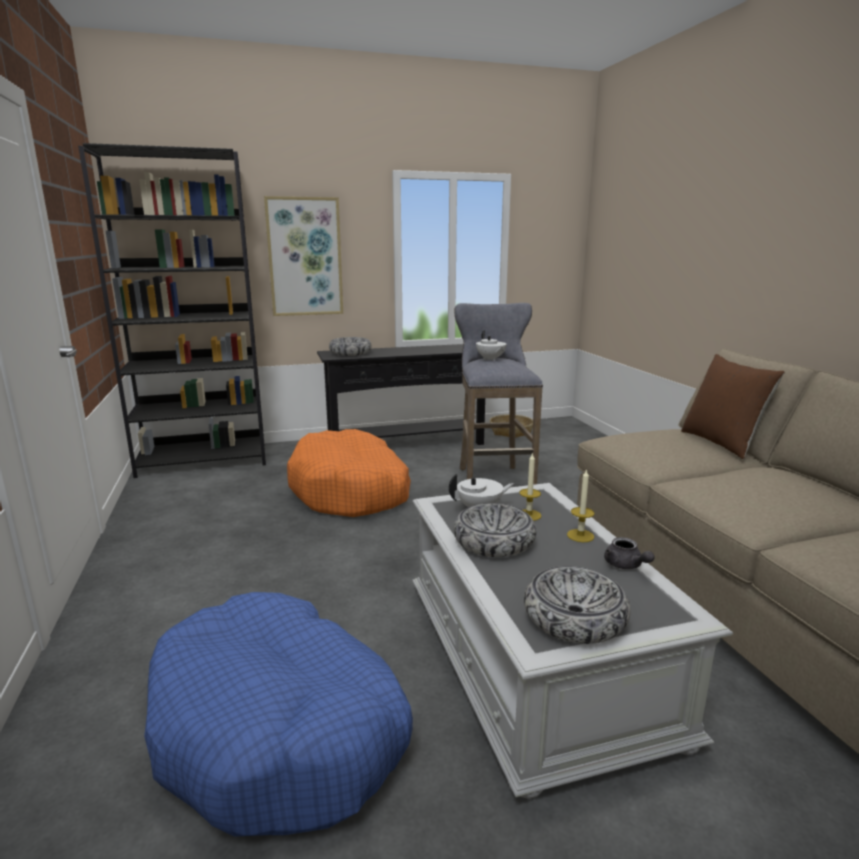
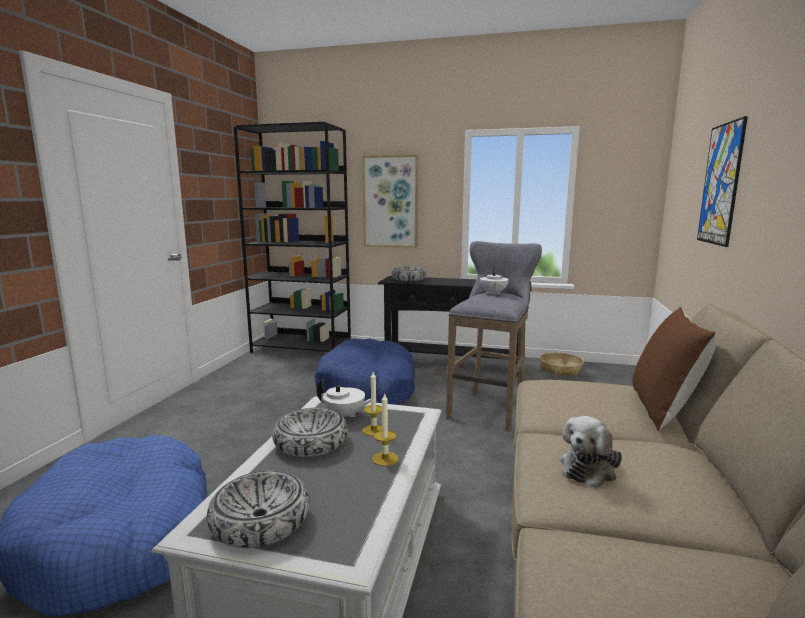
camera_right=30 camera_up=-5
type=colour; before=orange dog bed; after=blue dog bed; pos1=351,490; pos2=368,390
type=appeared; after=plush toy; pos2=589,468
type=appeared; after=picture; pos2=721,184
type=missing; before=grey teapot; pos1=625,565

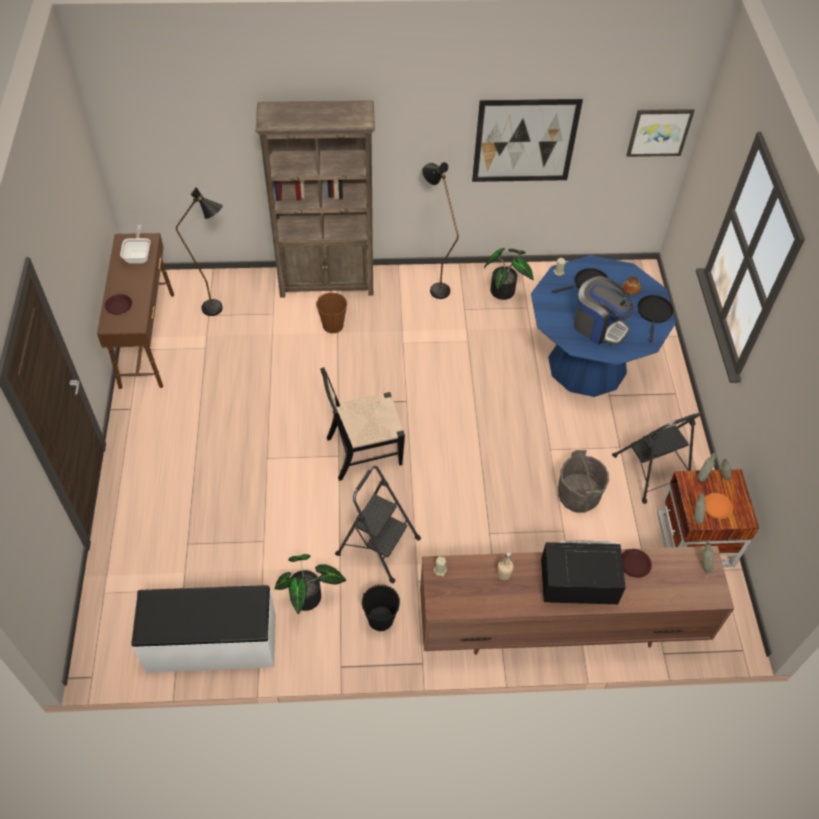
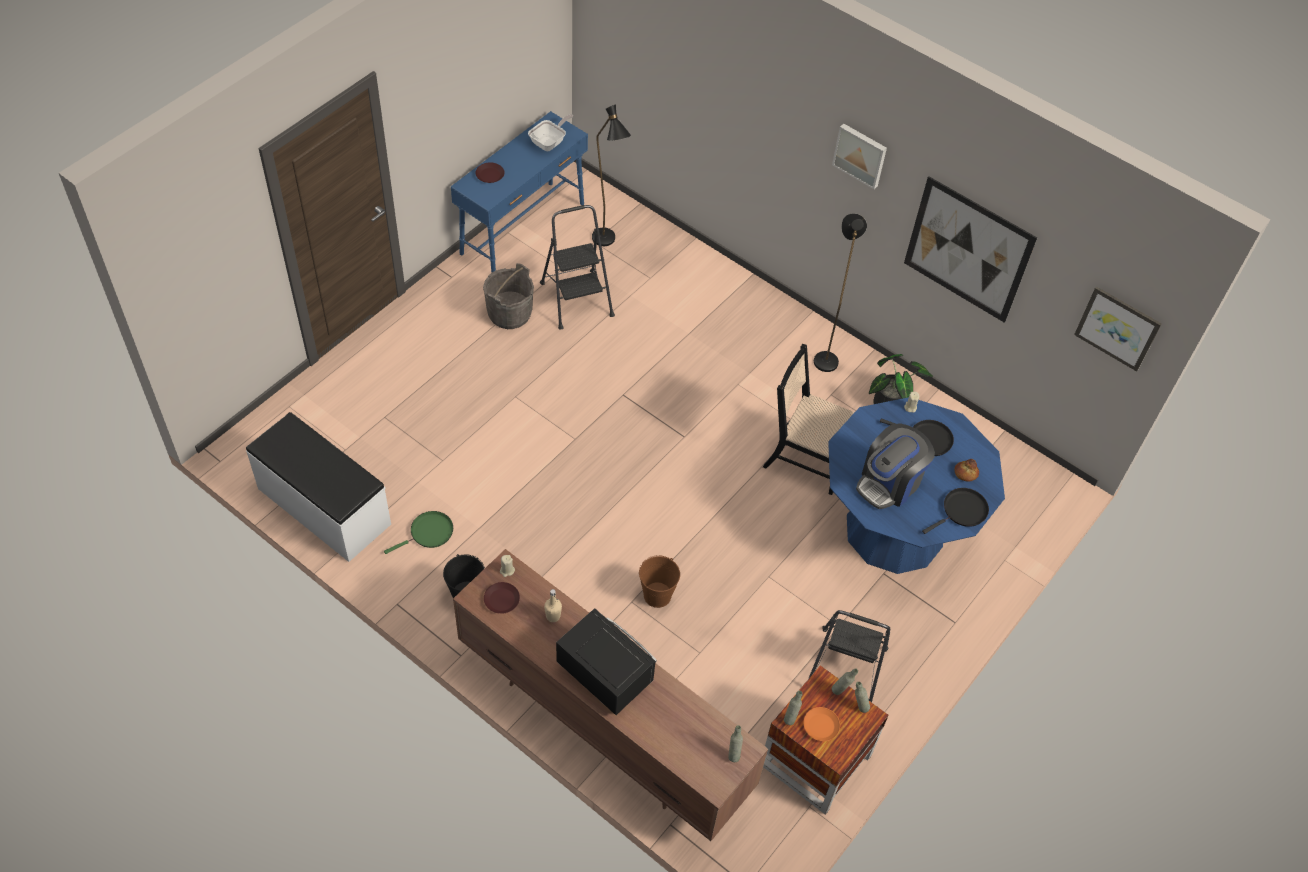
camera_right=40 camera_up=0
type=exchanged; before=potted plant; after=green frying pan; pos1=309,598; pos2=429,533
type=colour; before=brown console table; after=blue console table; pos1=148,340; pos2=523,229
type=relocated; before=grey bucket; pos1=578,495; pos2=509,313
type=relocated; before=brown plate; pos1=634,565; pos2=501,600
type=relocated; before=black step ladder; pos1=376,544; pos2=576,296
type=relocated; before=brown bucket; pos1=333,325; pos2=657,595
type=relocated; before=chair; pos1=364,451; pos2=808,459
type=appeared; after=picture; pos2=860,154
type=spun; before=coffee machine; pos1=598,326; pos2=889,483; turn=60
type=missing; before=brown bookcase; pos1=327,283

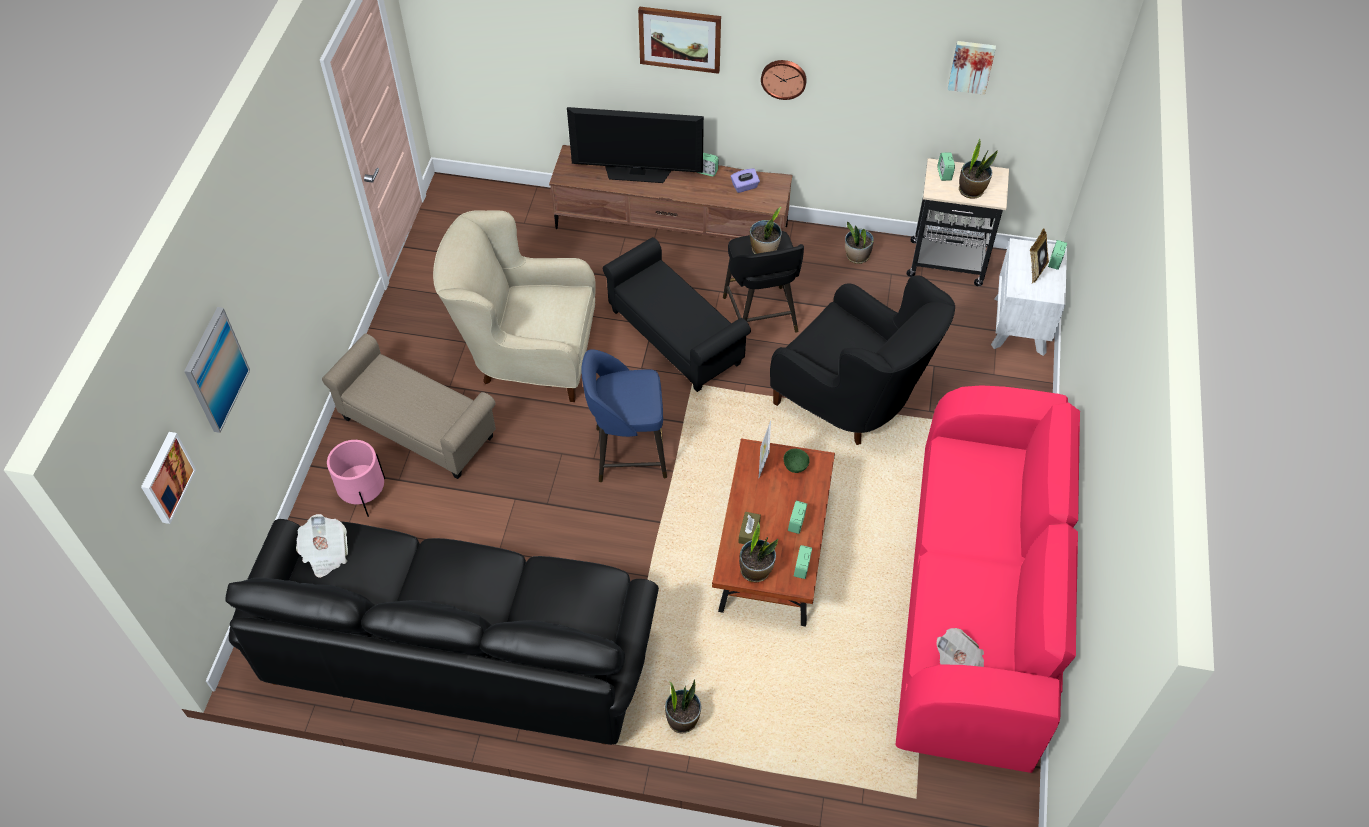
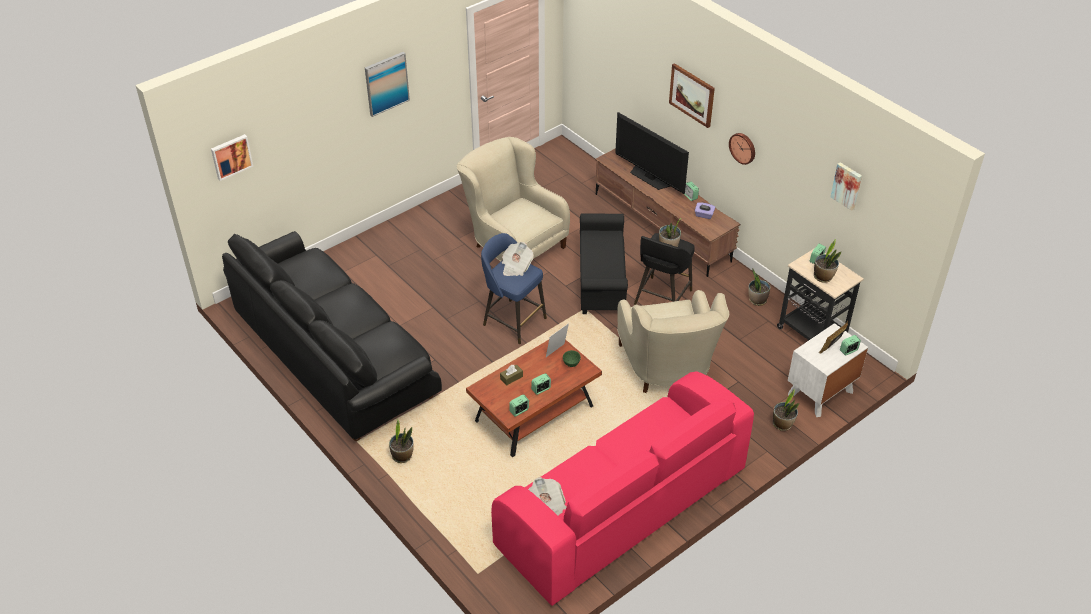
camera_right=40 camera_up=-10
type=relocated; before=picture; pos1=215,370; pos2=386,83
type=relocated; before=newspaper; pos1=325,553; pos2=516,266
type=colour; before=black armchair; after=beige armchair; pos1=853,400; pos2=667,370
type=relocated; before=potted plant; pos1=756,570; pos2=782,424
type=missing; before=beige ottoman; pos1=418,427
type=missing; before=pink planter; pos1=364,494

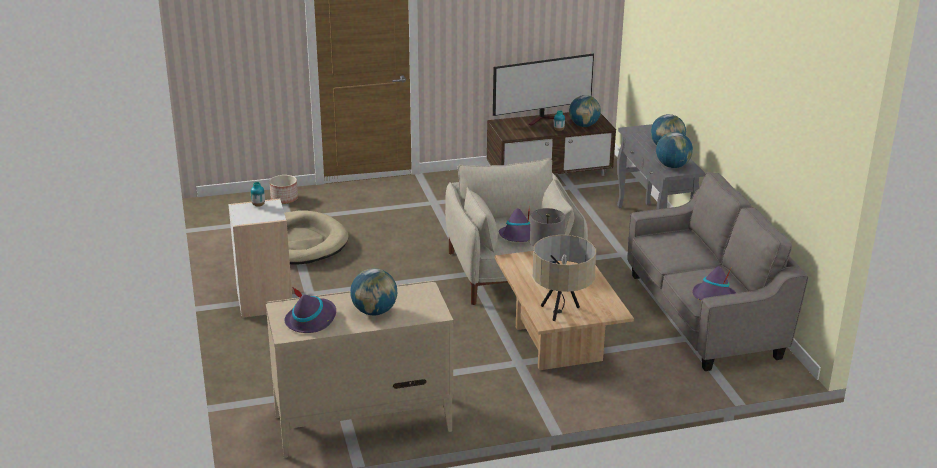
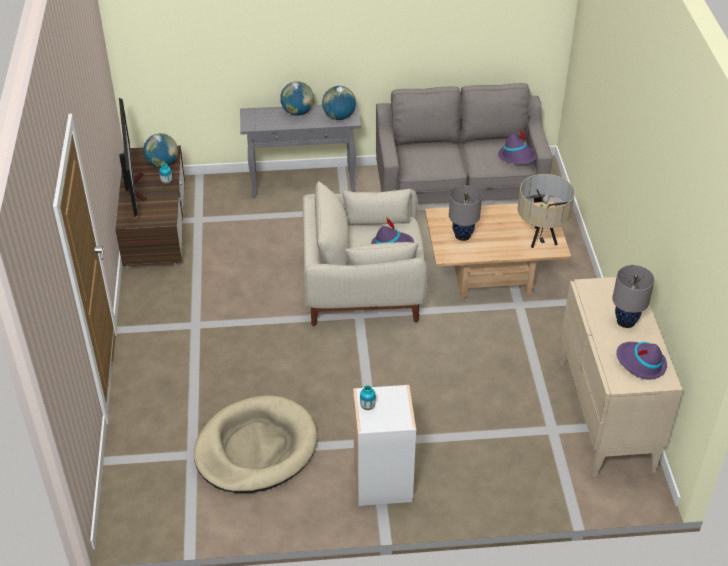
camera_right=-80 camera_up=15
type=exchanged; before=globe; after=grey table lamp; pos1=374,311; pos2=626,321
type=missing; before=planter; pos1=284,199

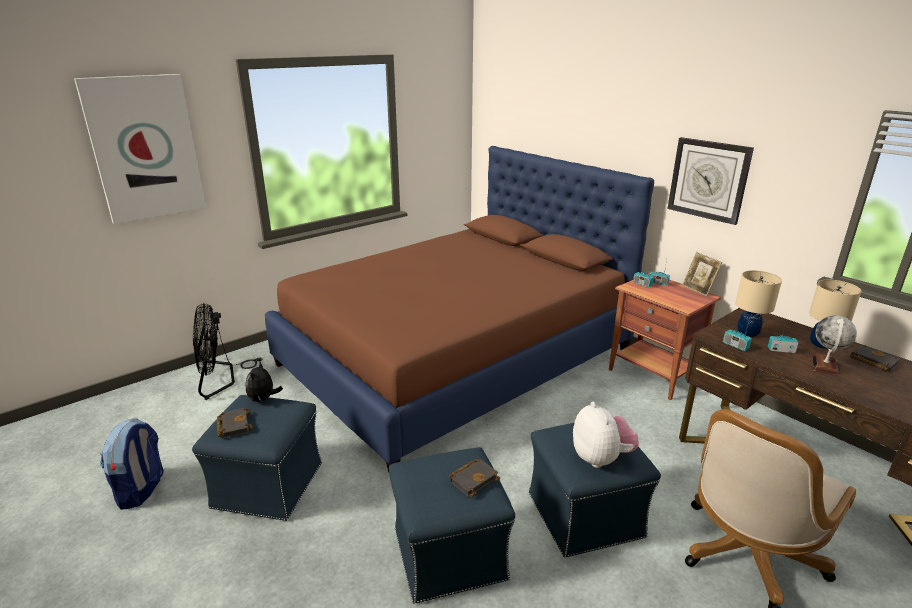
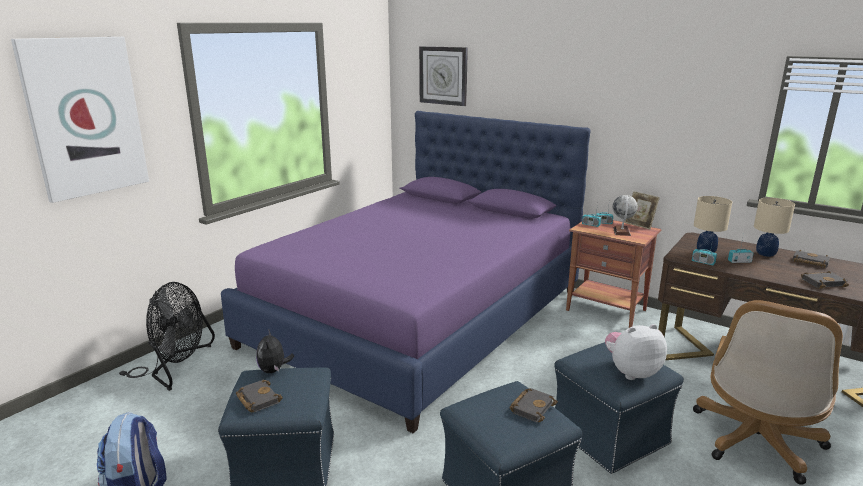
camera_right=-15 camera_up=-5
type=spun; before=black fan; pos1=221,375; pos2=173,367; turn=-135
type=colour; before=brown bed; after=purple bed; pos1=456,356; pos2=419,317
type=relocated; before=wall clock; pos1=708,180; pos2=443,75
type=spun; before=plush toy; pos1=601,458; pos2=631,372; turn=-75
type=relocated; before=globe; pos1=825,365; pos2=622,231
type=appeared; after=black book; pos2=823,282

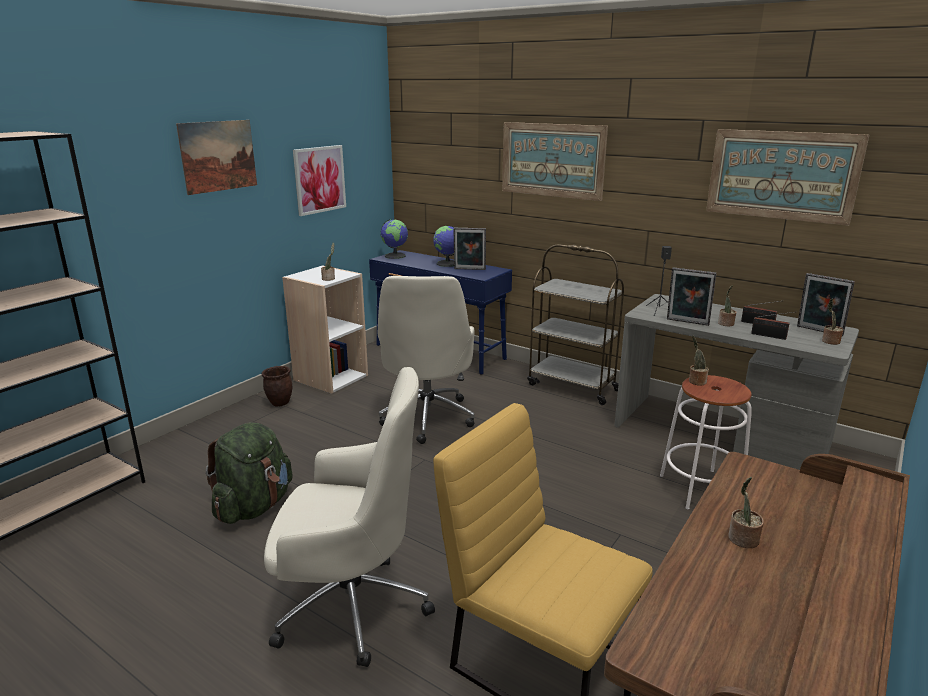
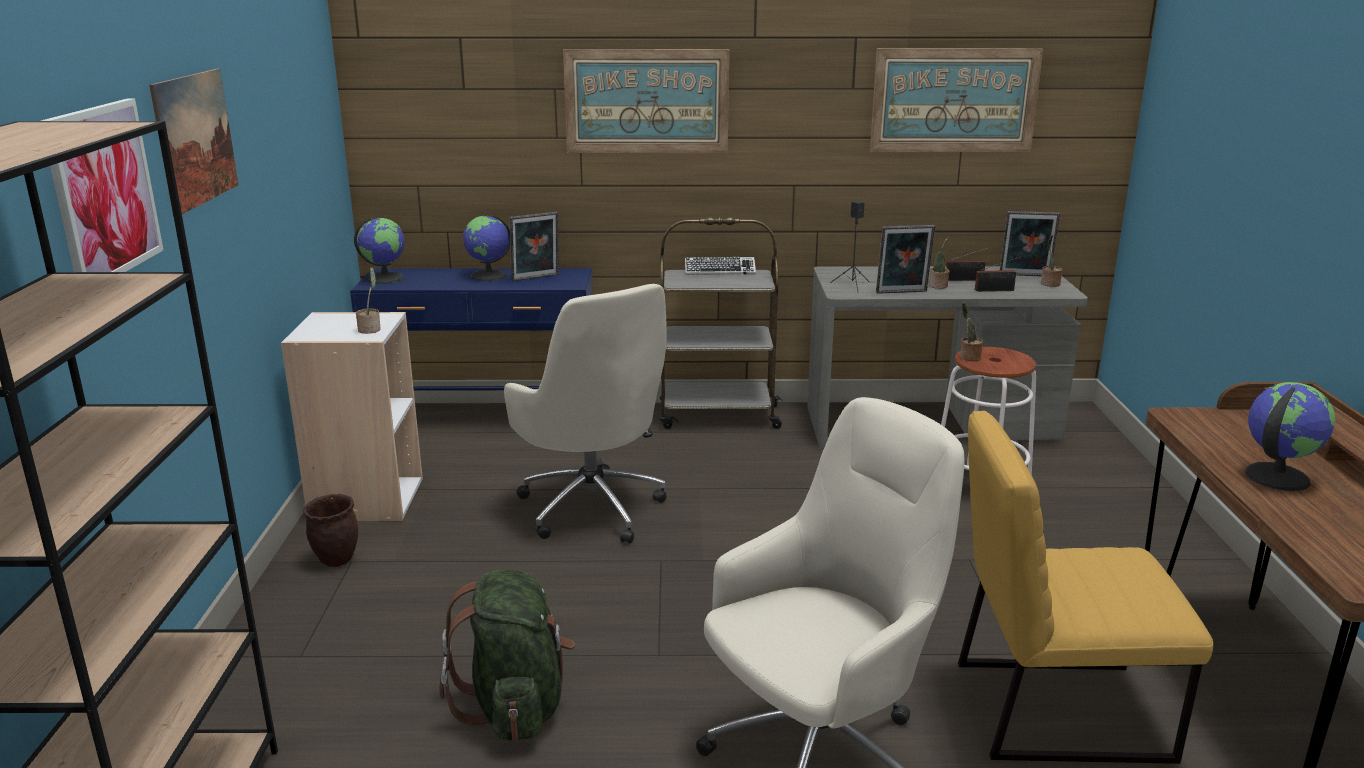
camera_right=-35 camera_up=0
type=relocated; before=picture; pos1=319,179; pos2=103,192
type=appeared; after=keyboard; pos2=720,271
type=exchanged; before=potted plant; after=globe; pos1=742,540; pos2=1275,476

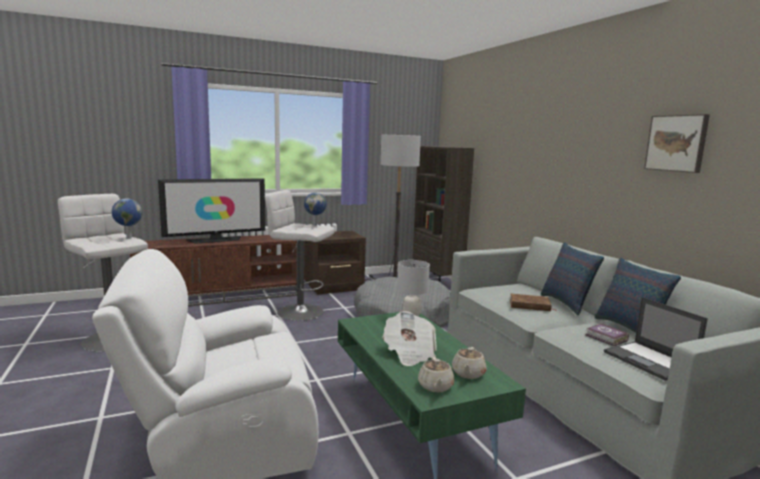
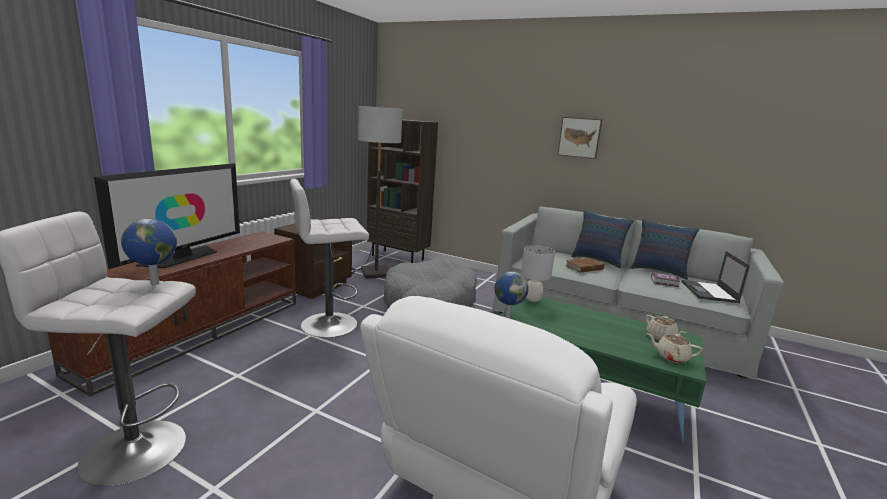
camera_right=-40 camera_up=5
type=relocated; before=globe; pos1=315,225; pos2=507,317
type=relocated; before=picture; pos1=677,143; pos2=579,137
type=spun; before=beige teapot; pos1=435,386; pos2=671,357; turn=150
type=spun; before=laptop; pos1=650,361; pos2=709,292; turn=75
type=missing; before=newspaper; pos1=409,353

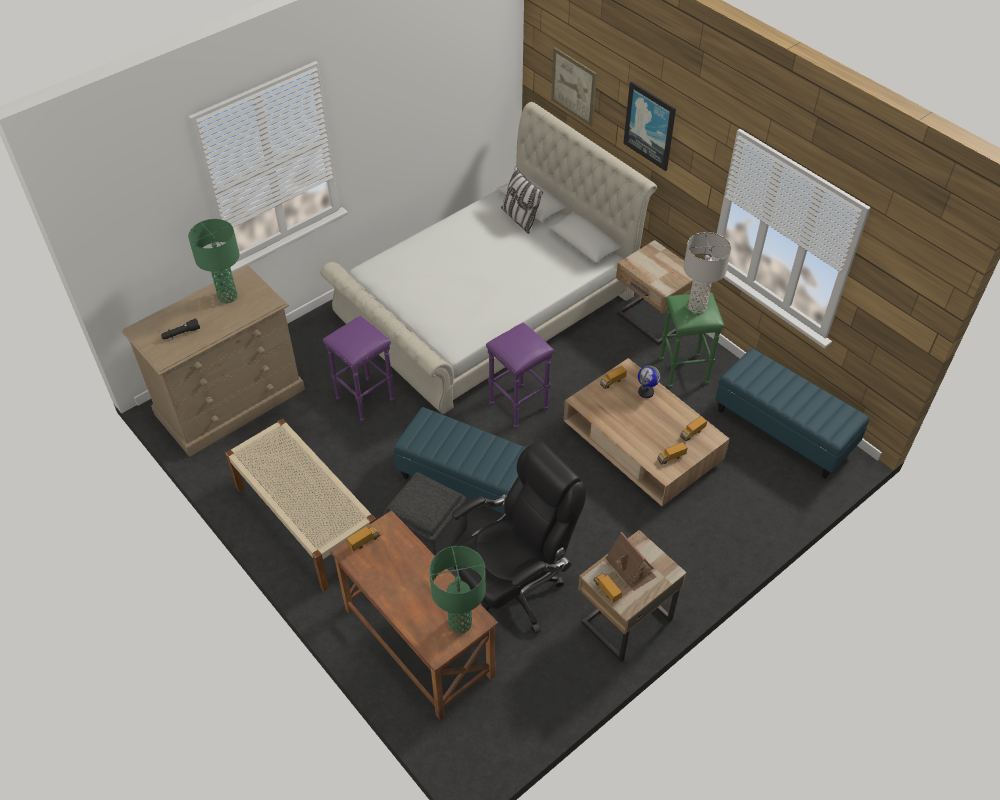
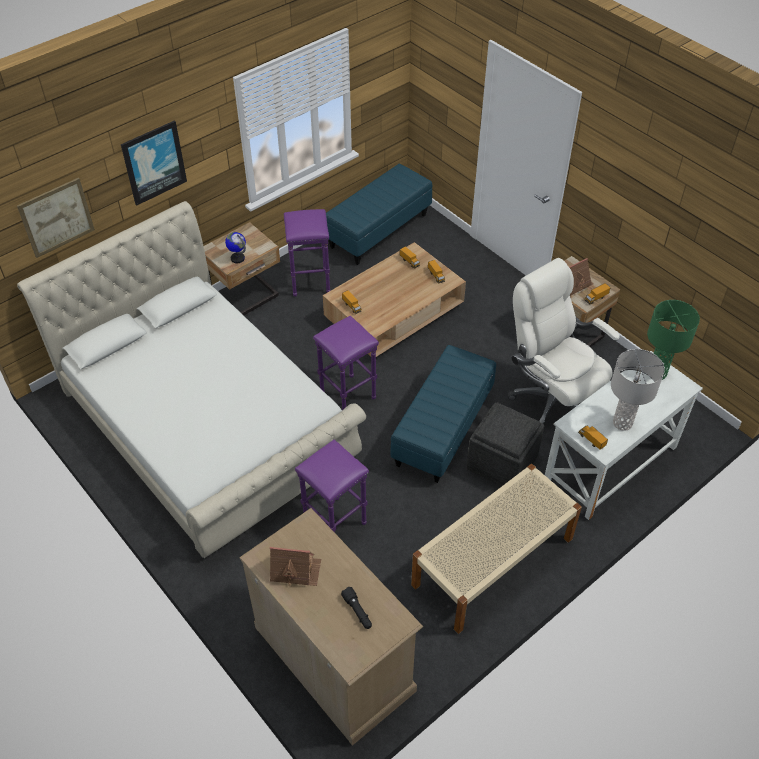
camera_right=-90 camera_up=0
type=relocated; before=globe; pos1=646,392; pos2=237,258
type=exchanged; before=green table lamp; after=toy house; pos1=228,296; pos2=295,570
type=colour; before=green stool; after=purple stool; pos1=684,371; pos2=311,281
type=colour; before=black office chair; after=white office chair; pos1=513,591; pos2=551,400
type=colour; before=brown desk; after=white desk; pos1=418,642; pos2=611,464
type=relocated; before=white table lamp; pos1=697,306; pos2=622,422
type=missing; before=pillow; pos1=519,219

